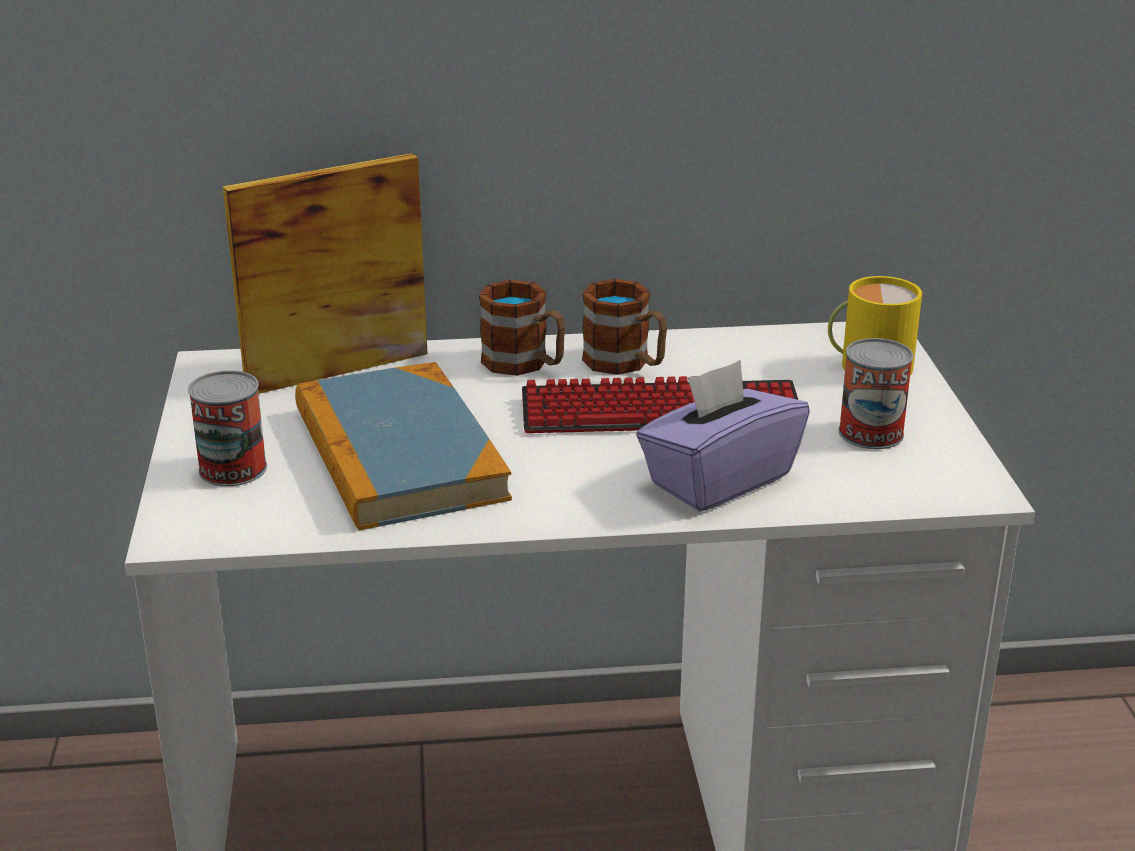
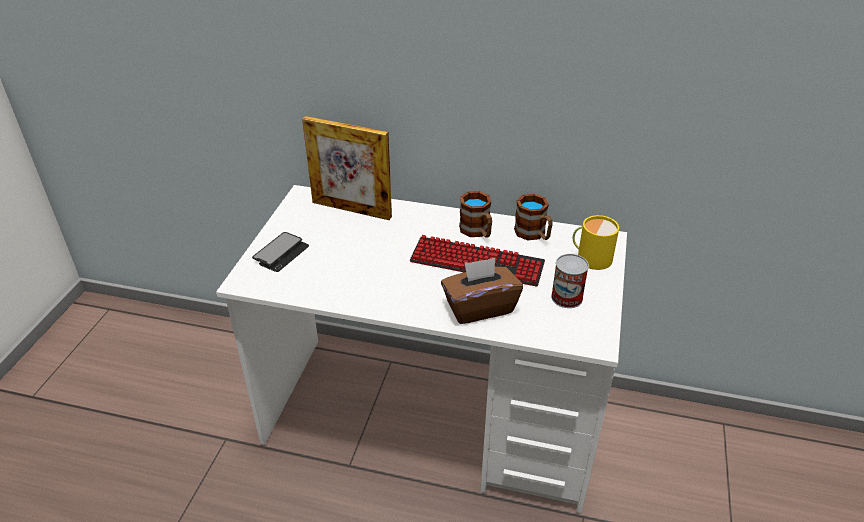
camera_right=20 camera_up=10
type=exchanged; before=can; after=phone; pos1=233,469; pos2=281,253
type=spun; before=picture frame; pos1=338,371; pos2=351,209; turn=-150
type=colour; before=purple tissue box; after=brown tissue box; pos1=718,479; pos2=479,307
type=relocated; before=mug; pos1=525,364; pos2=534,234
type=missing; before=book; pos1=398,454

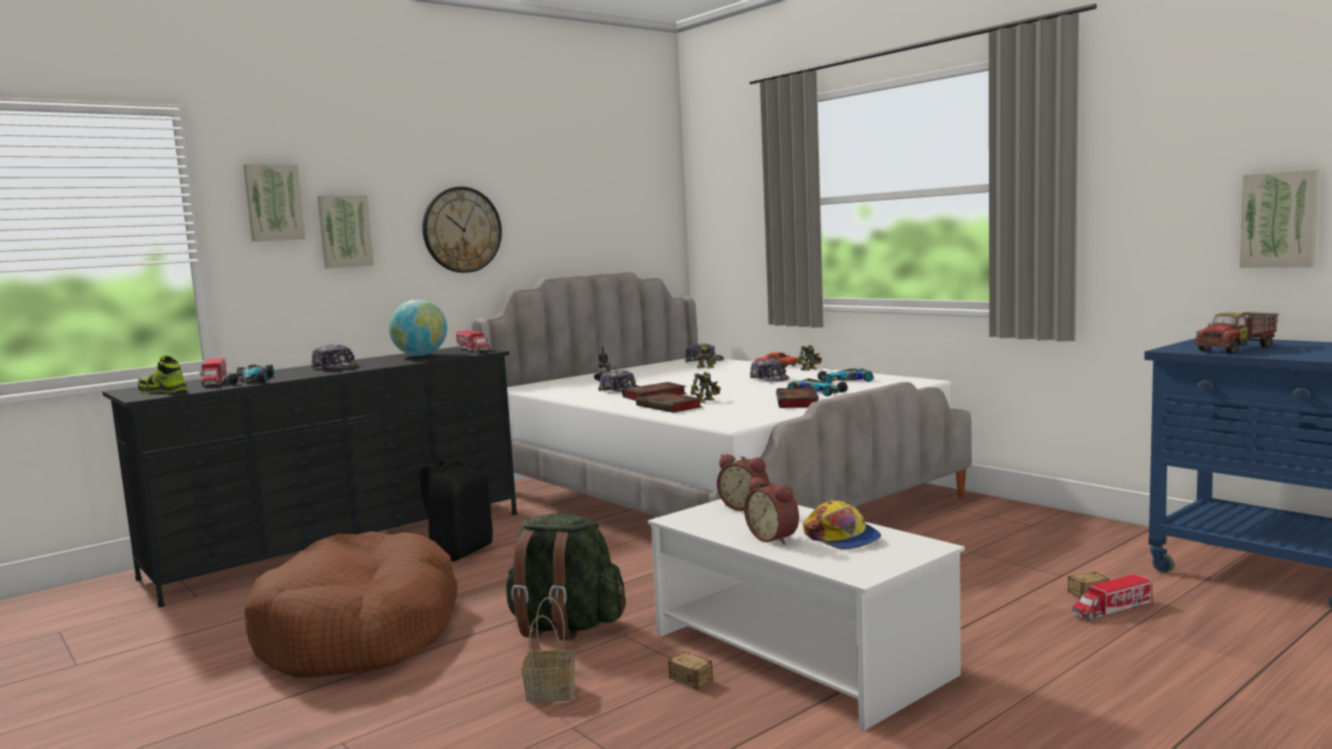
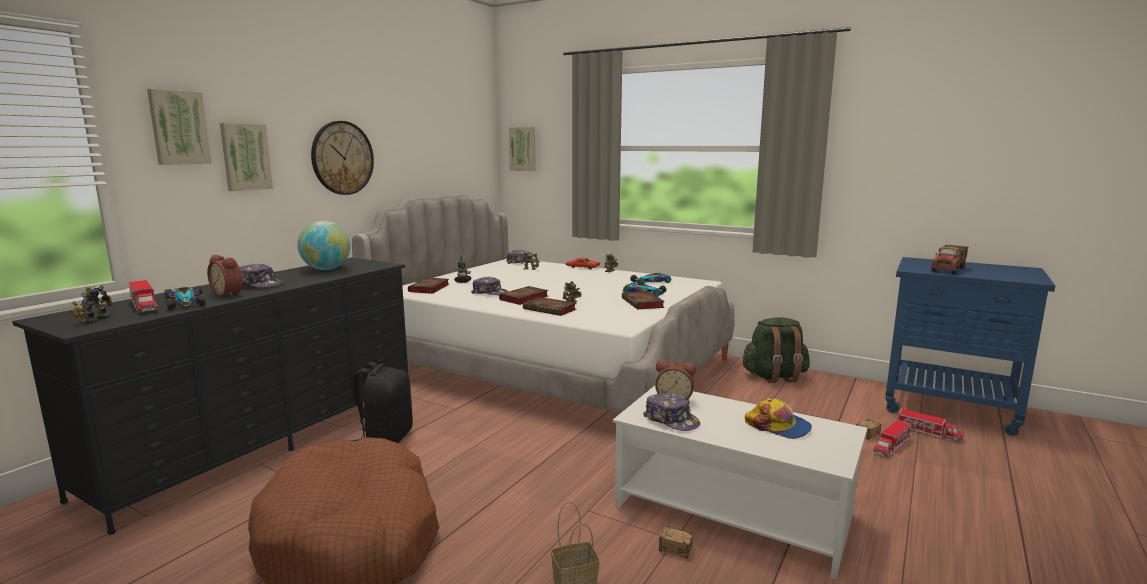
camera_right=-20 camera_up=5
type=exchanged; before=shoe; after=toy robot; pos1=162,391; pos2=93,319
type=relocated; before=alarm clock; pos1=774,538; pos2=229,294
type=appeared; after=book; pos2=429,288
type=relocated; before=picture; pos1=1279,219; pos2=523,149
type=relocated; before=cap; pos1=769,379; pos2=671,420
type=relocated; before=green backpack; pos1=565,627; pos2=775,377
type=relocated; before=toy truck; pos1=473,350; pos2=927,433

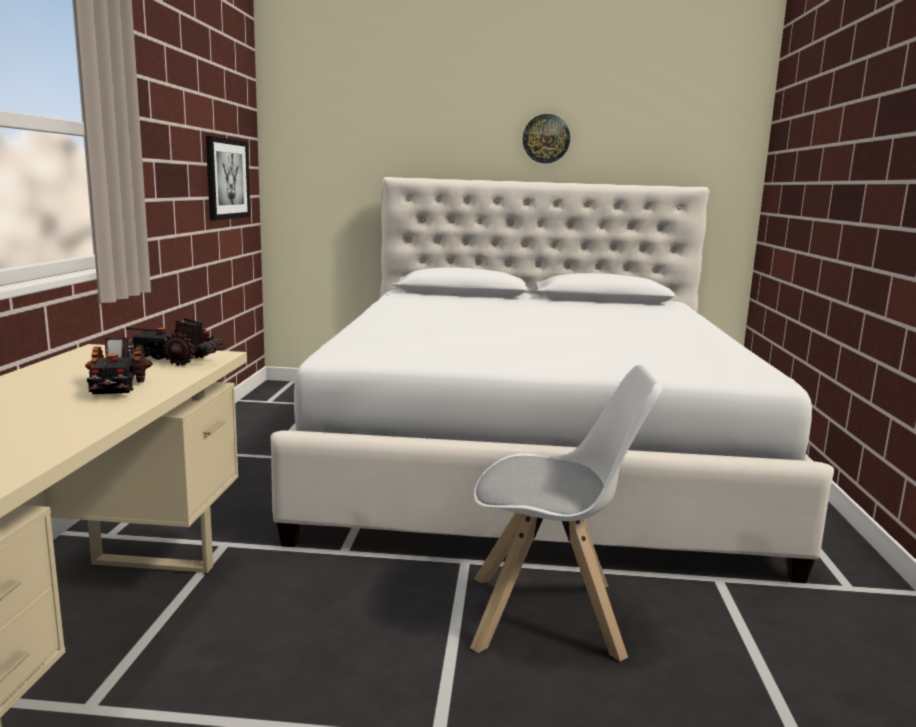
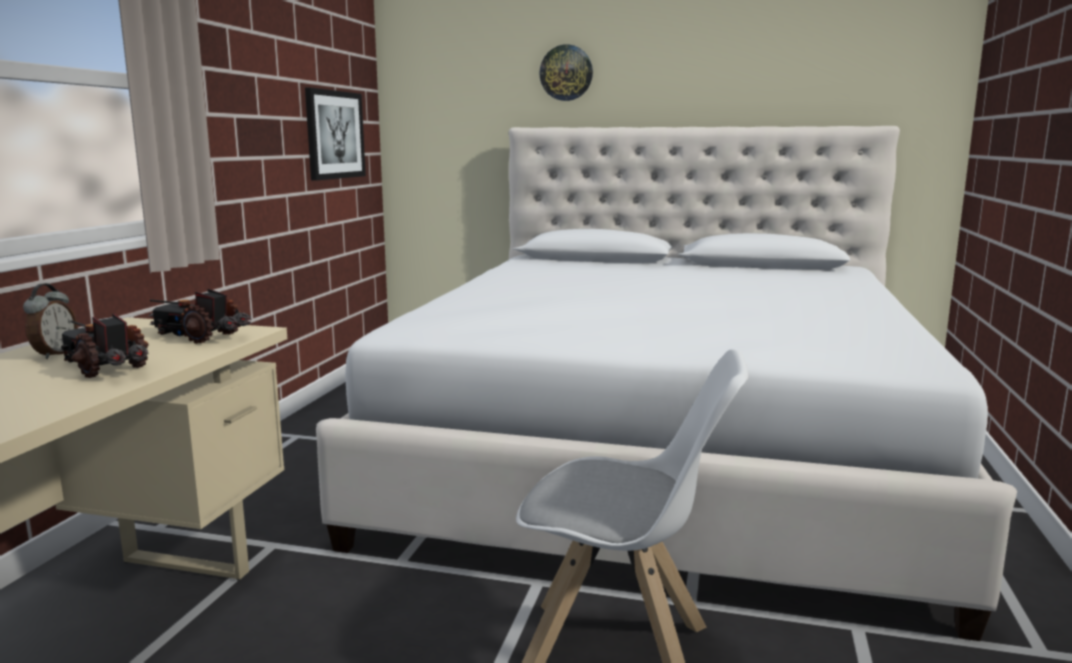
camera_right=10 camera_up=0
type=appeared; after=alarm clock; pos2=54,354
type=spun; before=toy truck; pos1=116,386; pos2=106,368; turn=135
type=relocated; before=wall clock; pos1=546,138; pos2=566,73

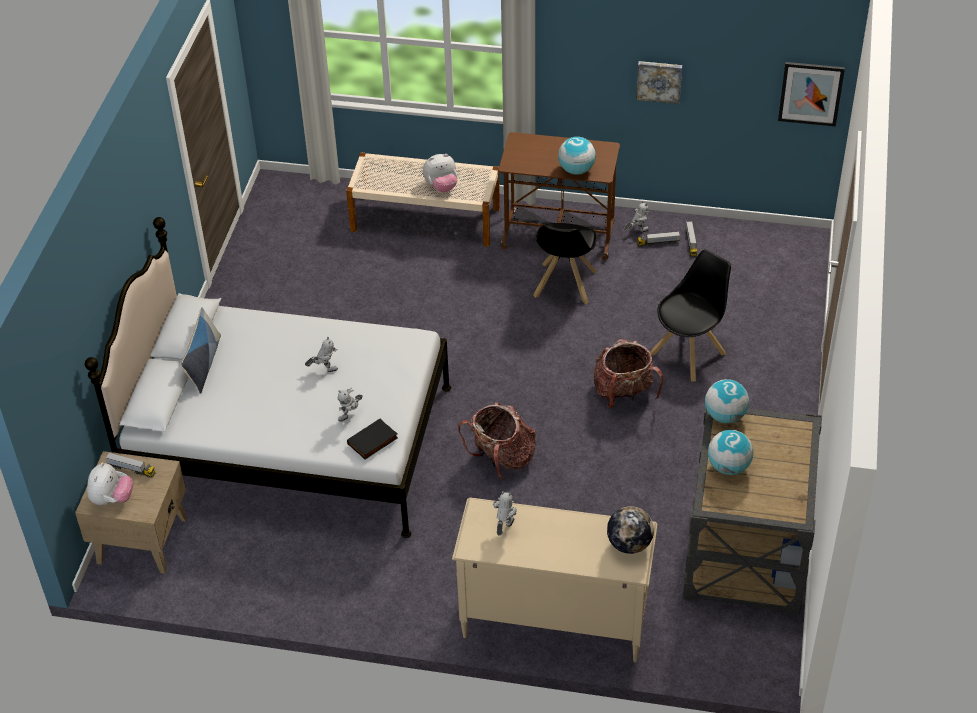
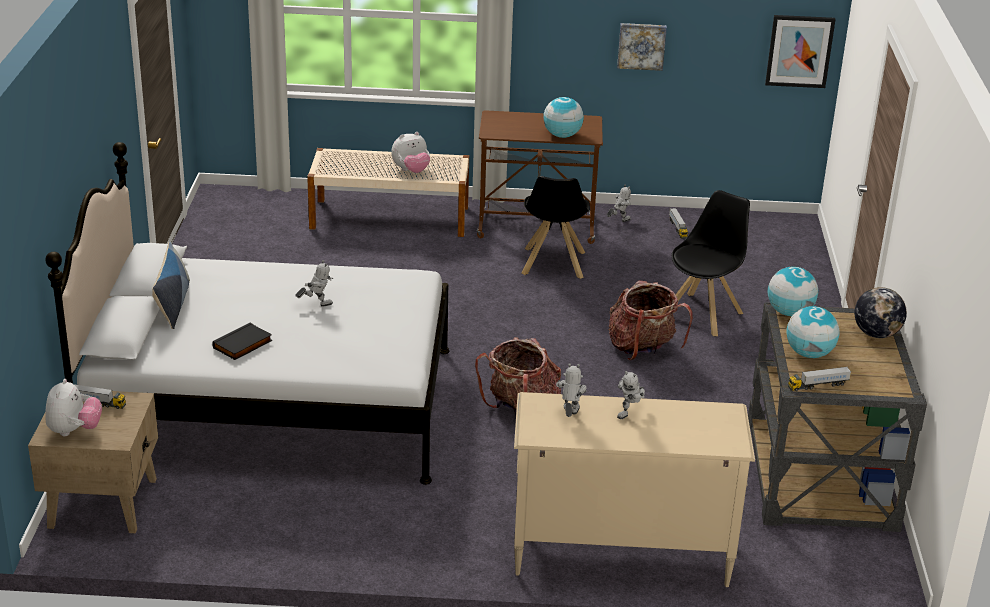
camera_right=-10 camera_up=-15
type=relocated; before=black book; pos1=373,441; pos2=243,345
type=relocated; before=toy robot; pos1=350,415; pos2=630,413
type=relocated; before=toy truck; pos1=658,243; pos2=818,385
type=relocated; before=globe; pos1=629,544; pos2=876,334

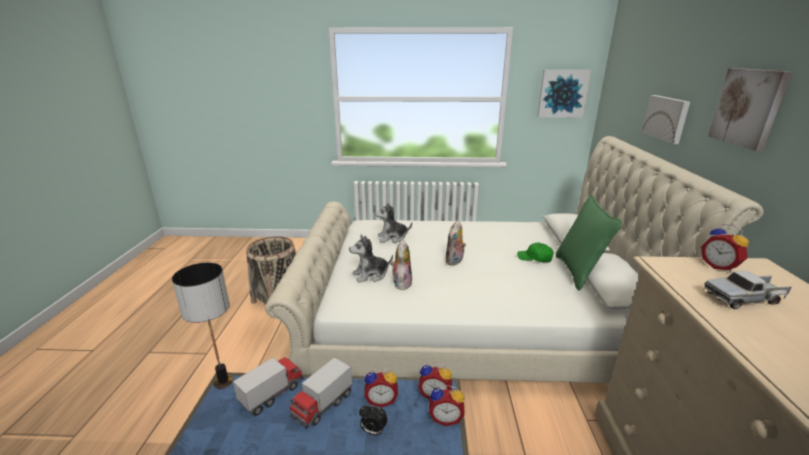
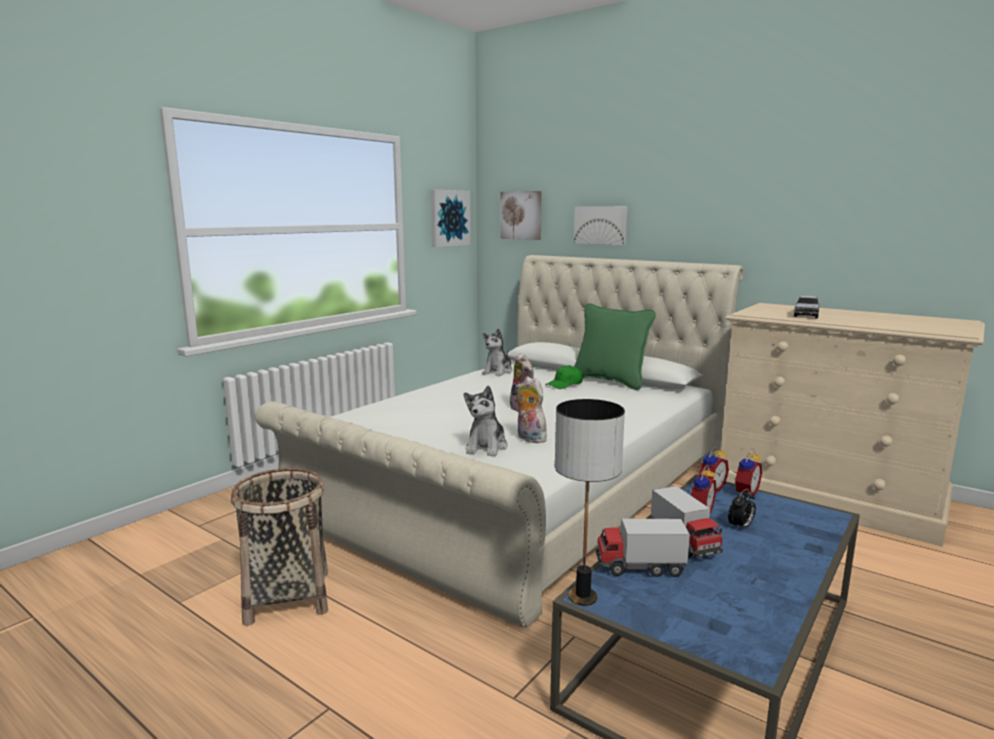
camera_right=-55 camera_up=-10
type=relocated; before=plush toy; pos1=392,237; pos2=498,371
type=relocated; before=picture; pos1=748,107; pos2=521,215
type=spun; before=toy truck; pos1=272,394; pos2=639,567; turn=-75
type=missing; before=alarm clock; pos1=719,266

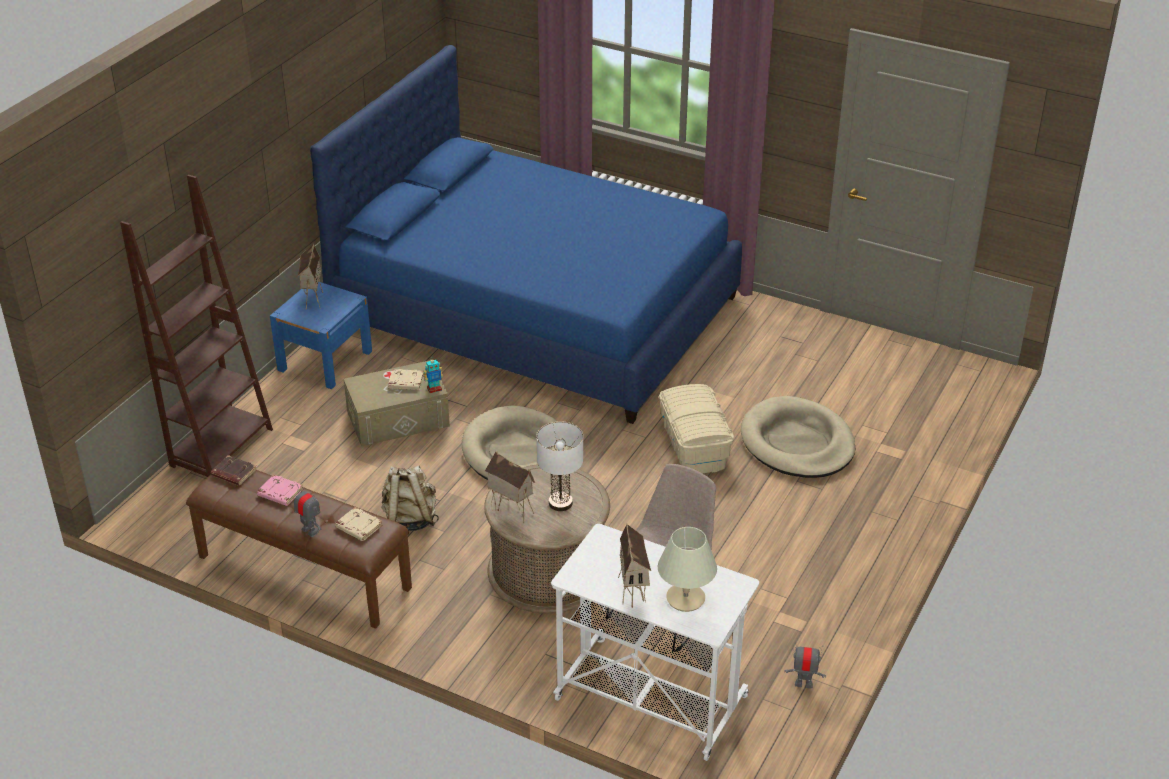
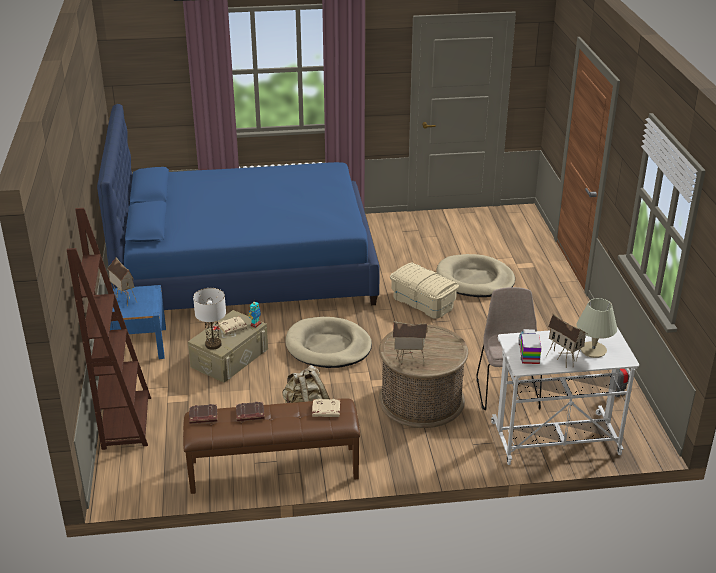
camera_right=-35 camera_up=-5
type=relocated; before=table lamp; pos1=560,503; pos2=213,345
type=colour; before=pink book; after=brown book; pos1=279,493; pos2=250,414
type=appeared; after=toy truck; pos2=528,353
type=missing; before=toy robot; pos1=310,531

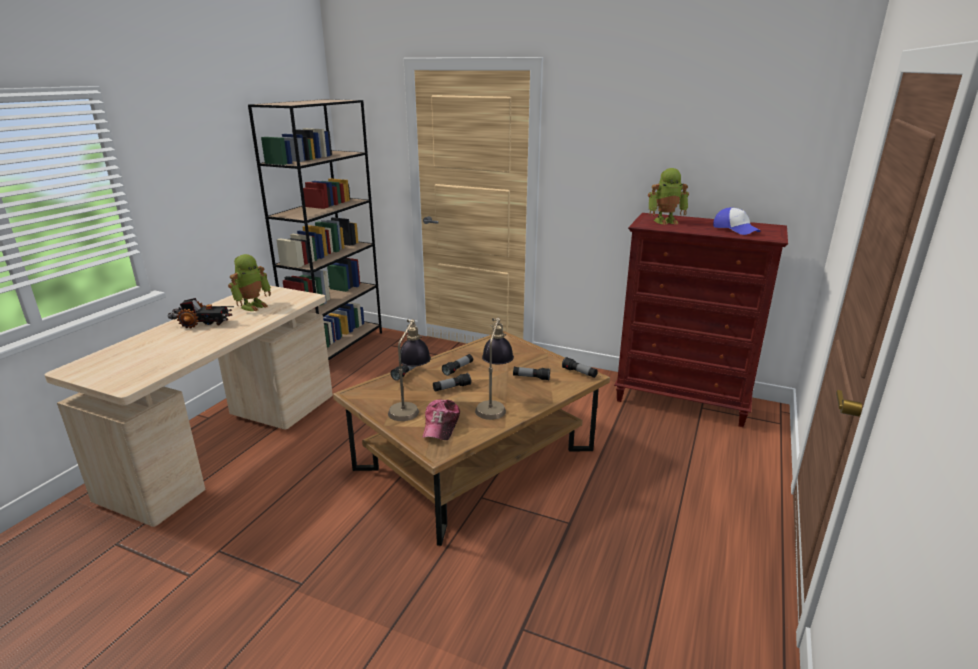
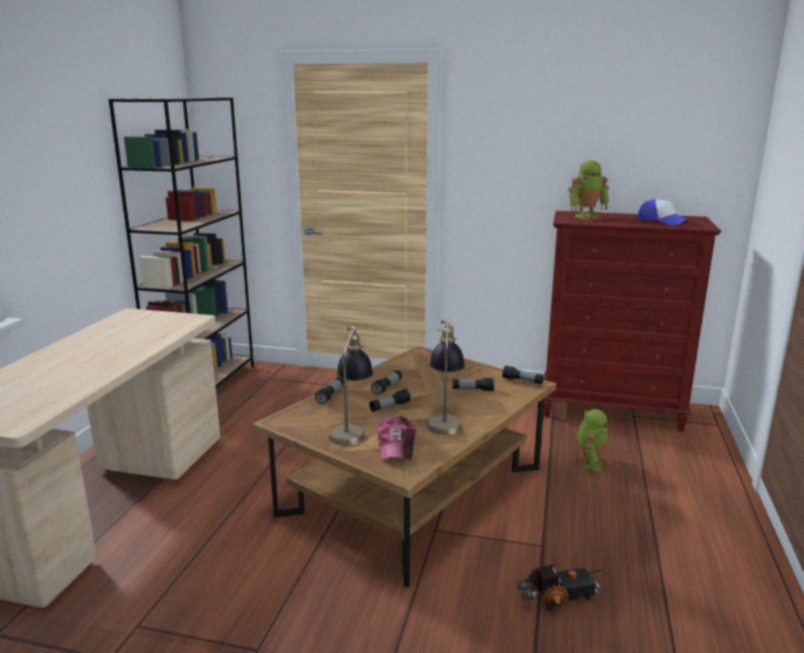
camera_right=-10 camera_up=-5
type=relocated; before=toy truck; pos1=203,323; pos2=559,597
type=relocated; before=toy robot; pos1=253,306; pos2=590,463

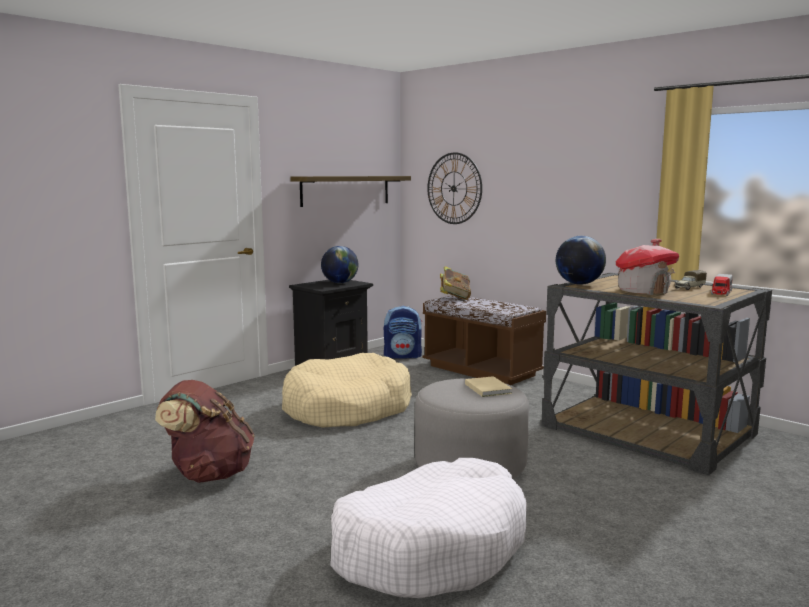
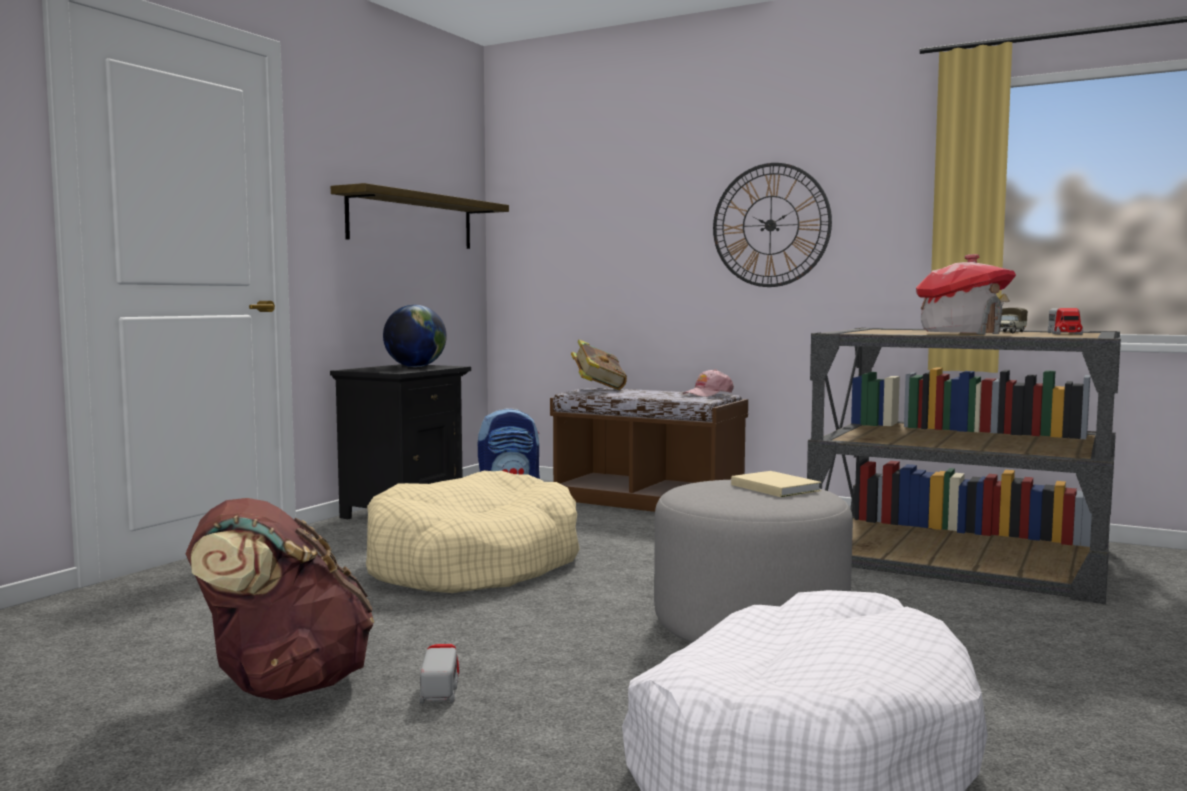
camera_right=-15 camera_up=-5
type=appeared; after=toy truck; pos2=440,687
type=appeared; after=pink cap; pos2=708,394
type=relocated; before=wall clock; pos1=454,188; pos2=770,225
type=missing; before=globe; pos1=579,284

